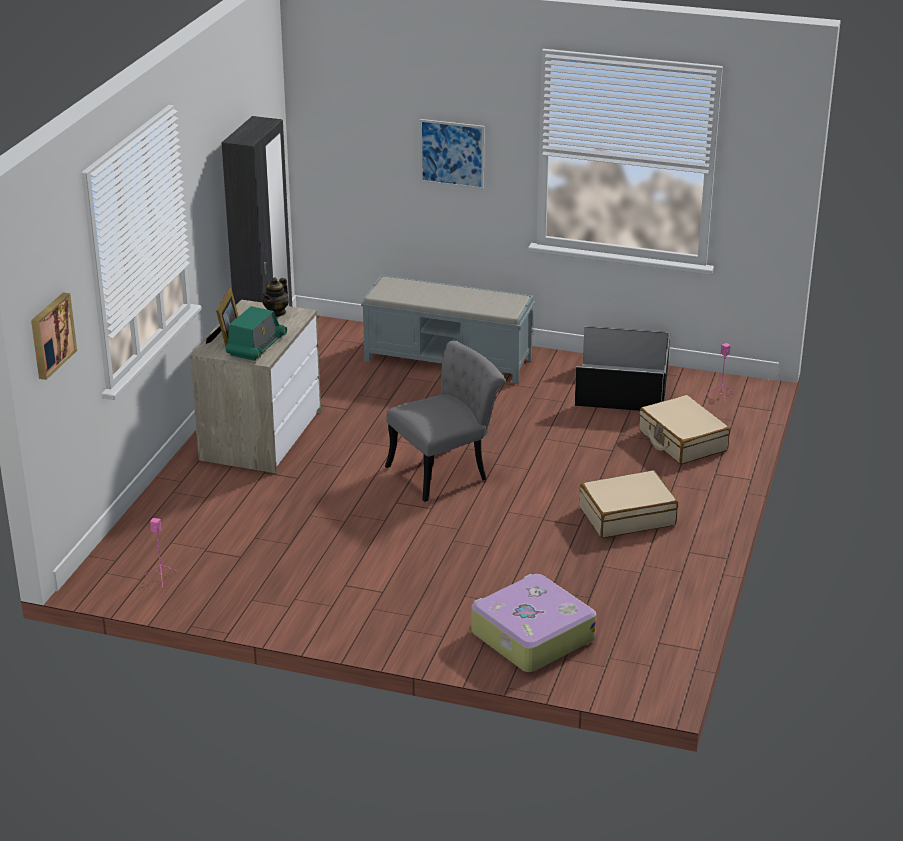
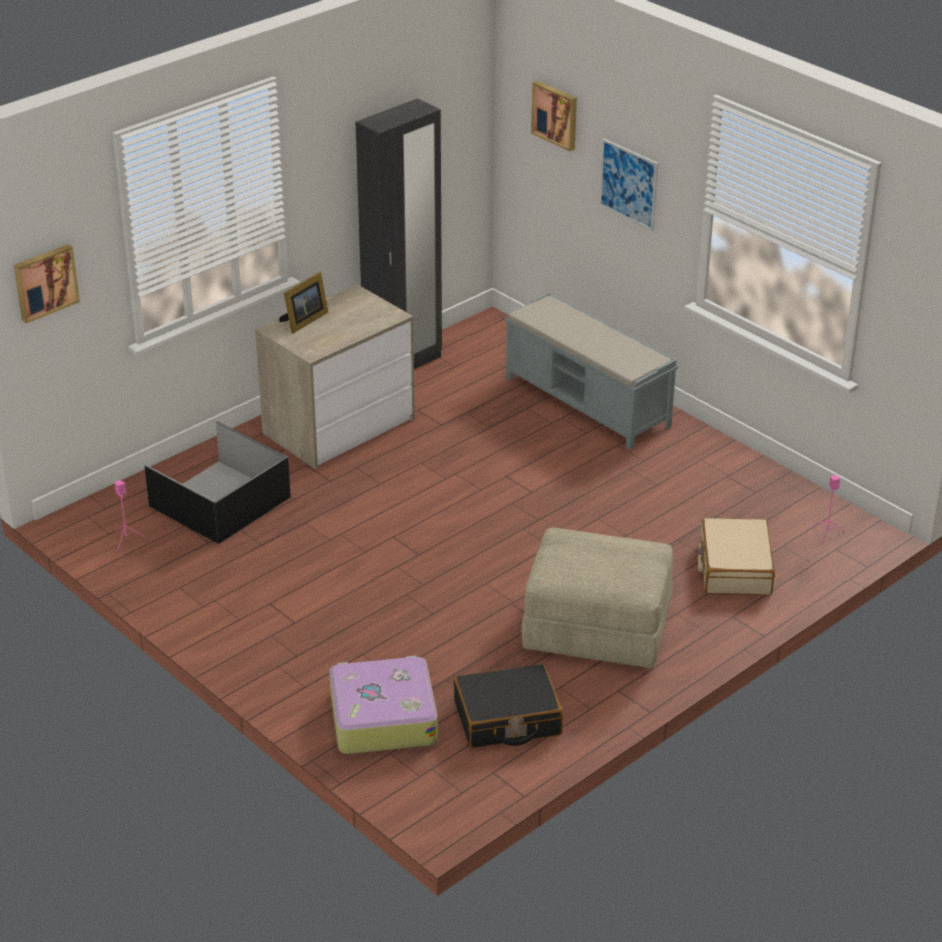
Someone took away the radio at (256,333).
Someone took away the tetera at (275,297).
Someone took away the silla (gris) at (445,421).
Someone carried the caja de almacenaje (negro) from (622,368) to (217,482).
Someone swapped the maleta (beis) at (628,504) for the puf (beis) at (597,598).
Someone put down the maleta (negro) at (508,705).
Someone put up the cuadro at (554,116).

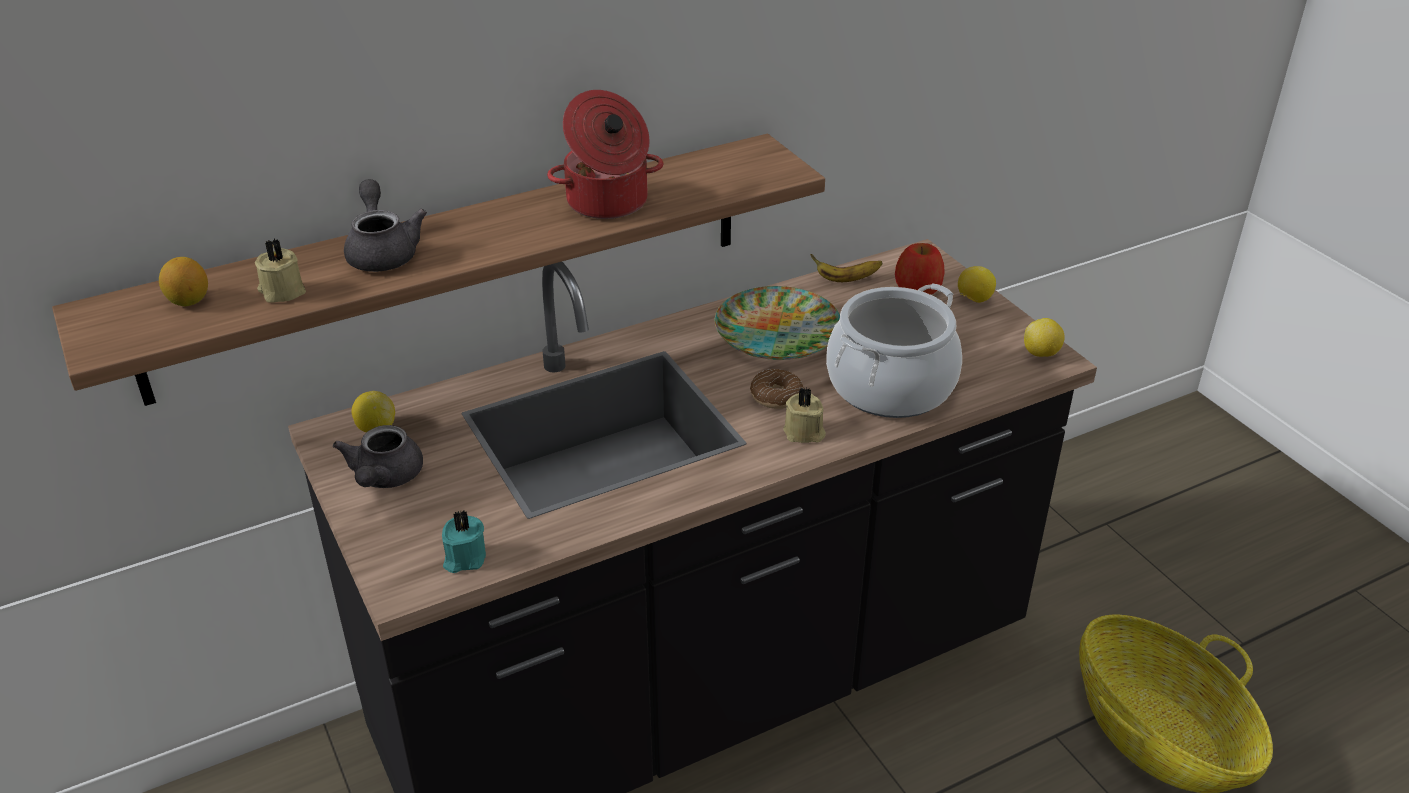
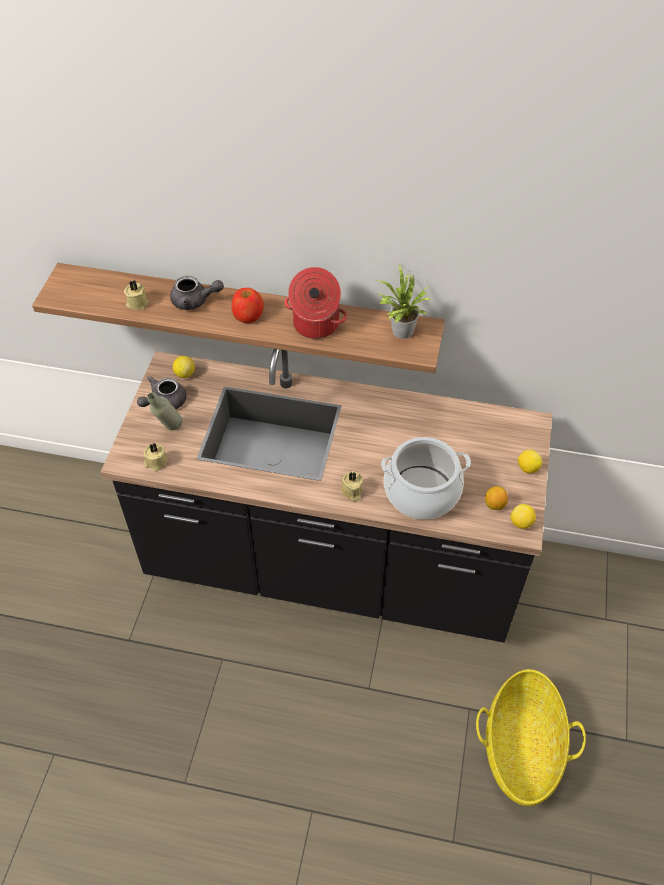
Someone carried the limón from (183,281) to (496,498).
Someone rotated the tetera (gris) at (385,225) by 75 degrees clockwise.
Someone repainted the vela (turquesa) at (464,541), which became the vela (beis) at (155,457).
Someone took away the plato at (777,323).
Someone took away the rosquilla at (777,389).
Someone took away the plátano at (846,268).
Someone carried the manzana from (919,269) to (248,305).
Someone put down the botella (gris) at (164,411).
Someone put down the planta en maceta at (404,302).

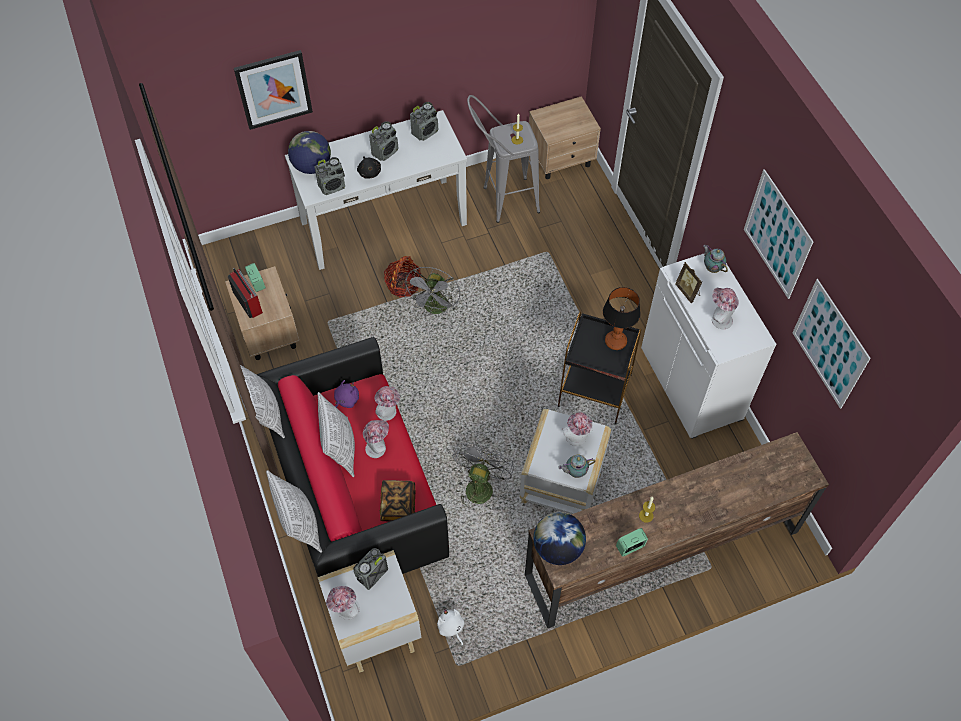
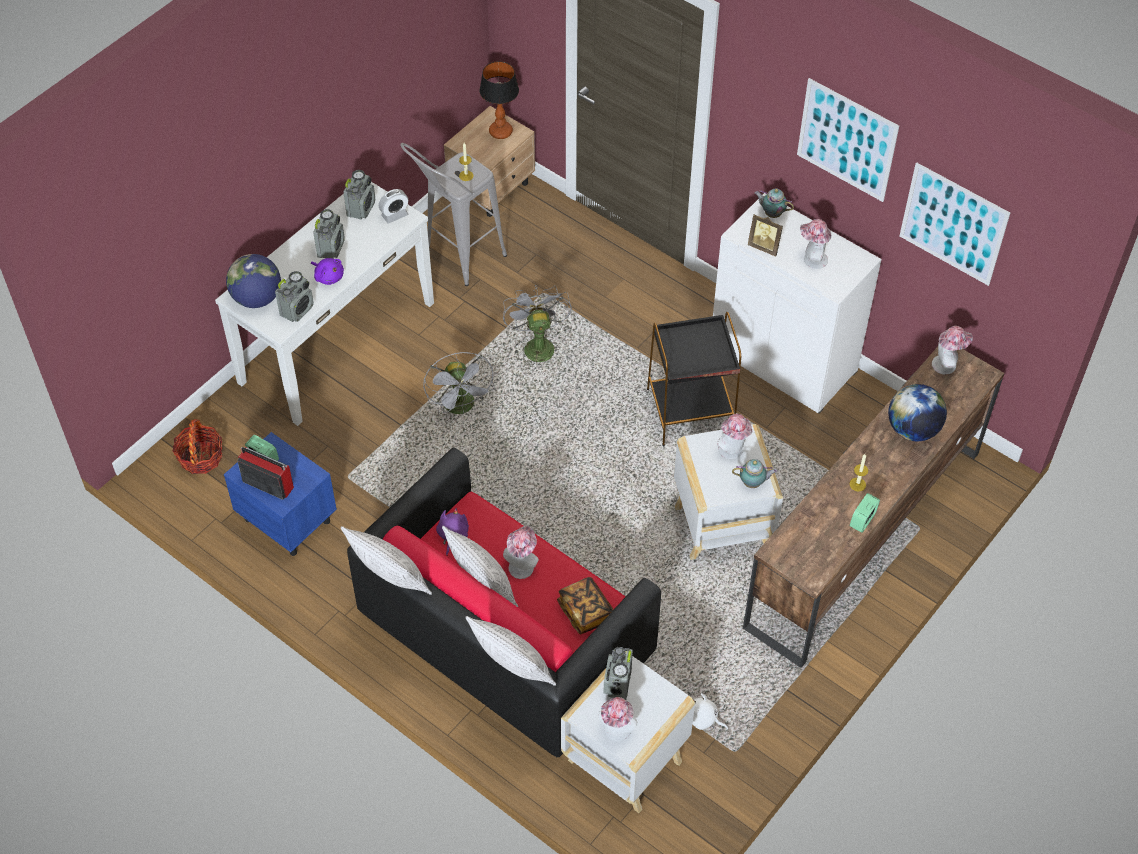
Someone repainted the mesita de noche (beis) at (262,313), which became the mesita de noche (azul) at (280,494).
Someone took away the cuadro at (273,90).
Someone repainted the peluche (negro) at (369,167), which became the peluche (morado) at (327,271).
Someone carried the sombrero from (387,403) to (952,350).
Someone carried the cesta from (402,277) to (197,446).
Someone carried the ventilador (gris) from (483,473) to (537,326).
Someone carried the globo terráqueo from (559,538) to (917,412).
Someone rotated the tetera at (577,466) by 135 degrees counterclockwise.
Someone carried the lámpara de mesa from (622,318) to (499,100).
Someone put down the despertador at (393,206).

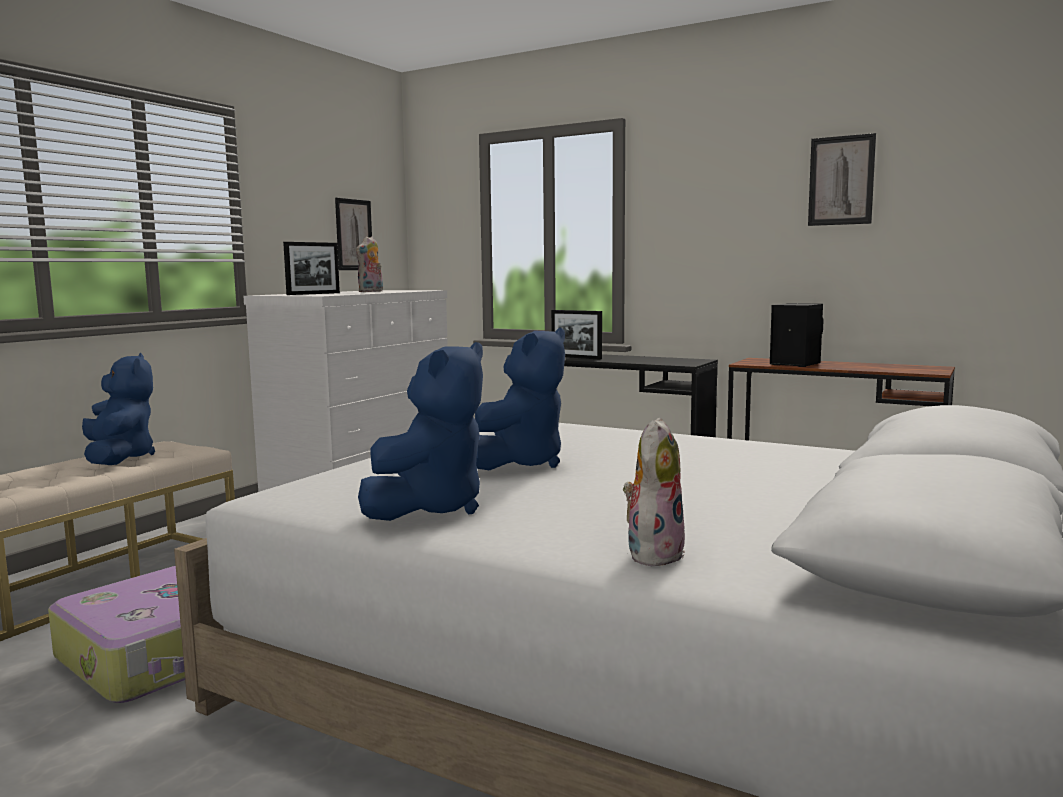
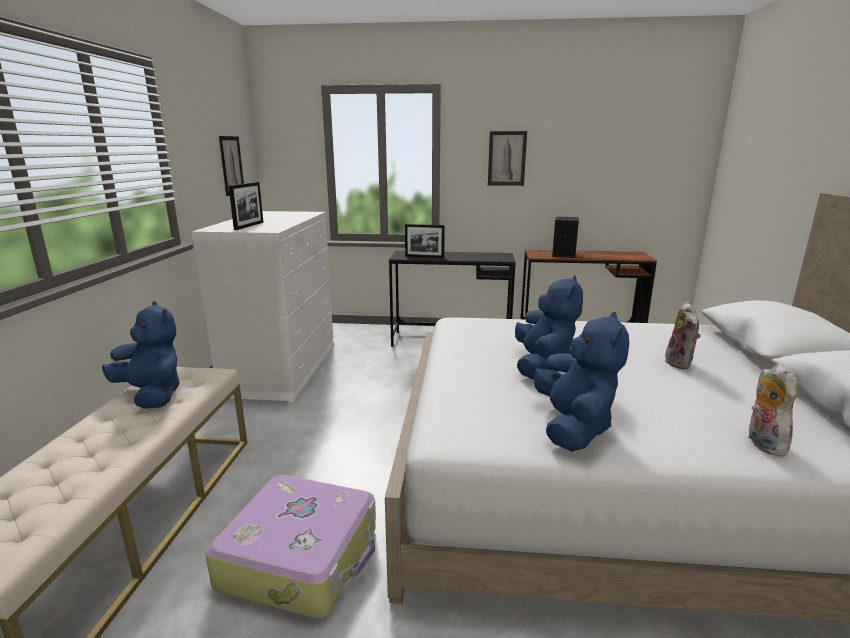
Someone carried the peluche from (369,264) to (682,335).
Someone carried the cuadro from (842,179) to (507,158).

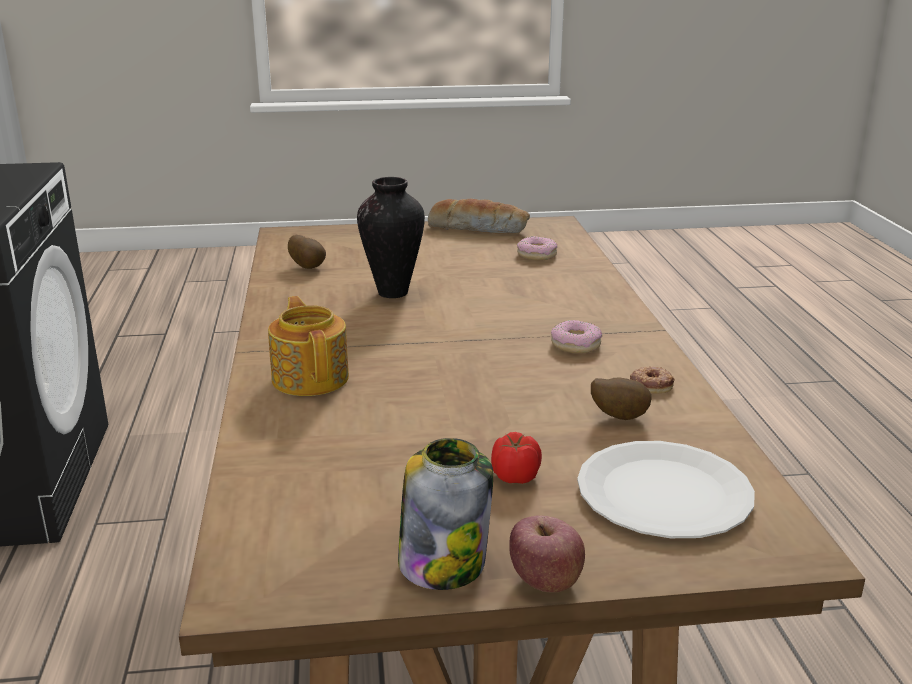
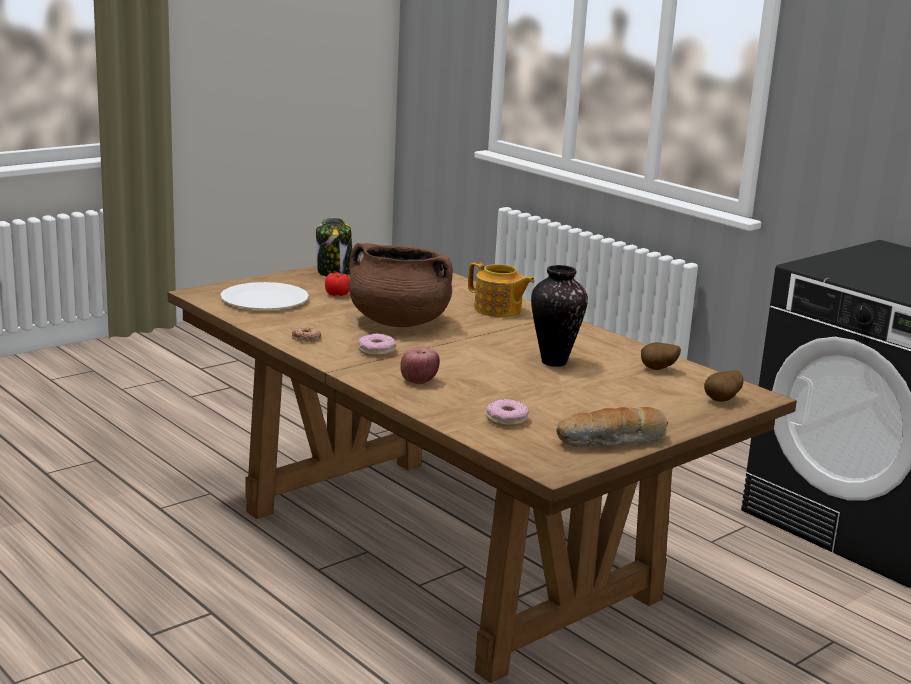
Someone carried the manzana from (547,554) to (420,365).
Someone carried the patata from (621,399) to (723,386).
Someone put down the olla (marrón) at (401,285).

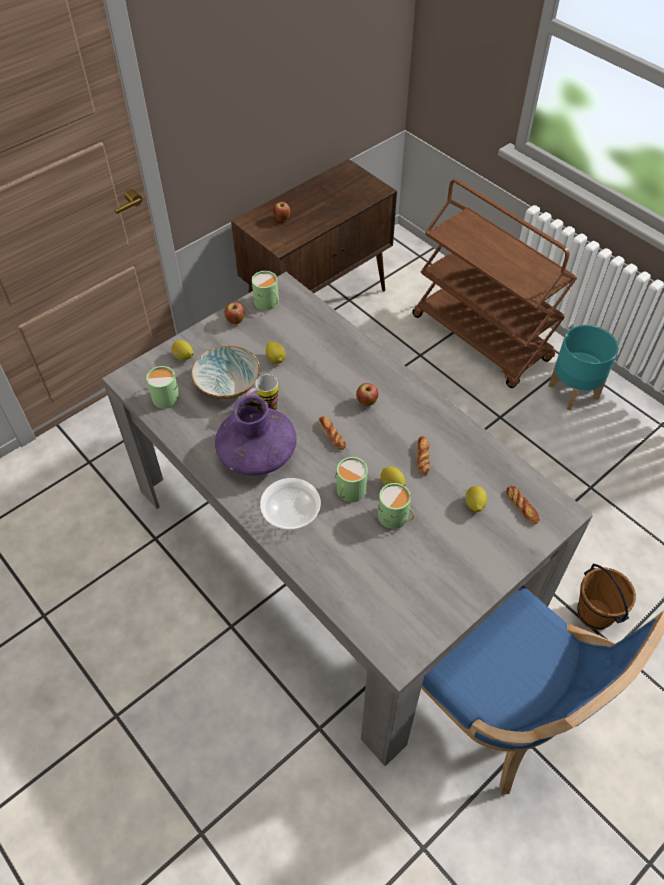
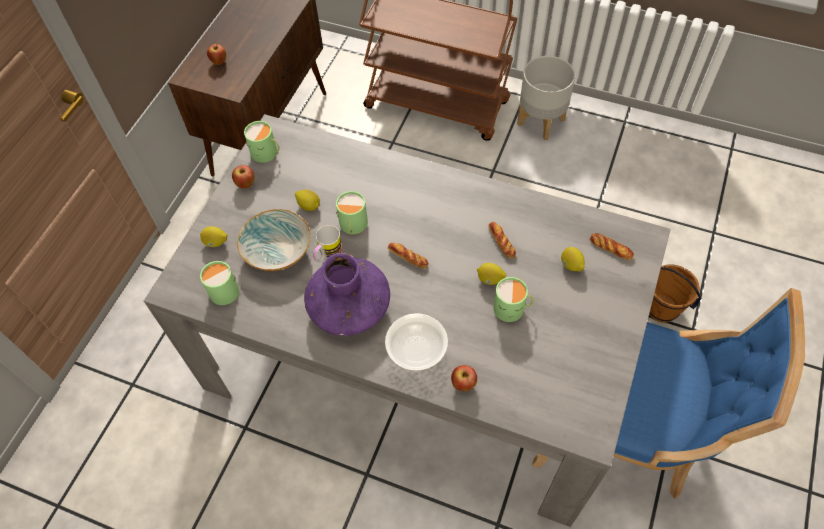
Someone carried the taza grande (verde) from (351,479) to (352,213).
Someone carried the manzana from (367,394) to (464,378).
Someone repainted the maceta (turquesa) at (583,367), which became the maceta (gris) at (546,98).

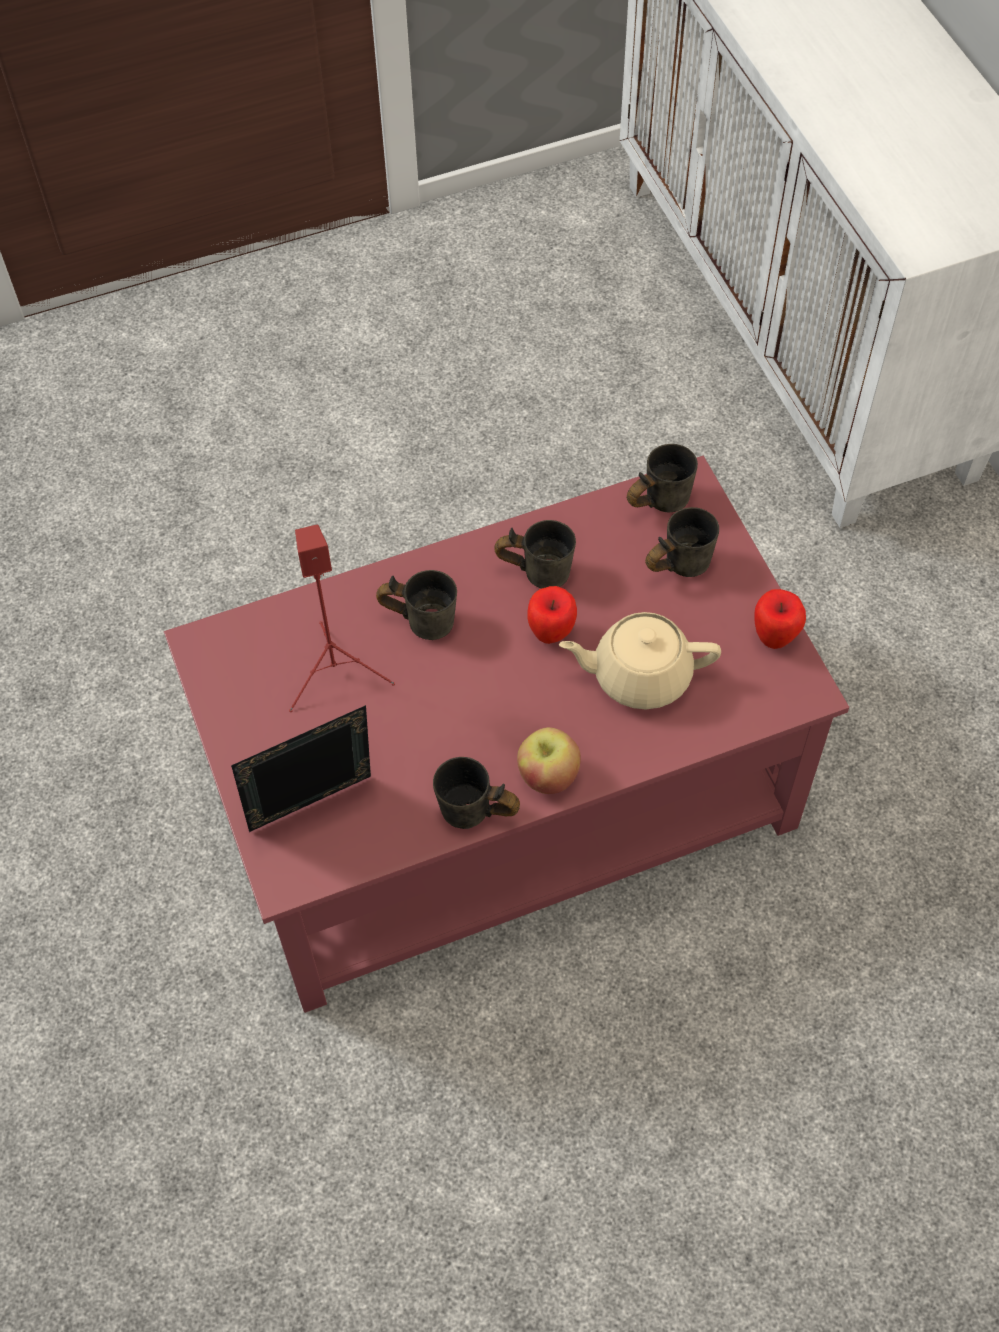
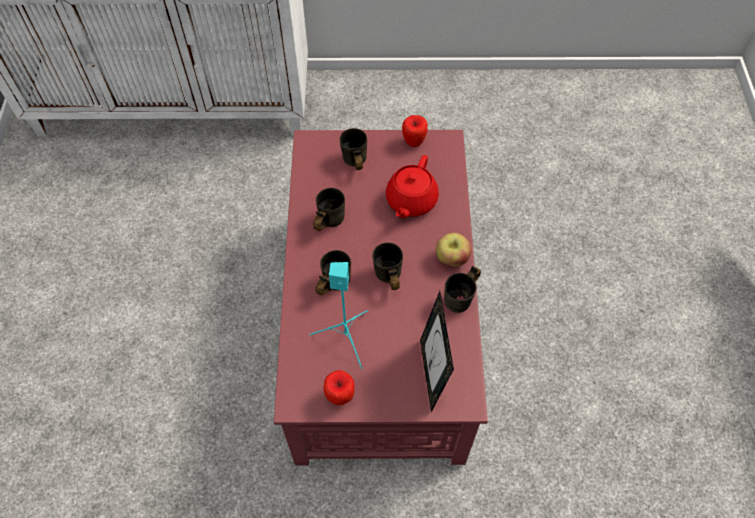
Someone repainted the altavoz (rojo) at (342,618), which became the altavoz (turquesa) at (338,315).
Someone carried the manzana from (552,615) to (339,387).
Someone repainted the tetera (beis) at (640,660), which became the tetera (rojo) at (412,186).
Someone carried the taza grande (gris) from (662,478) to (387,266).

